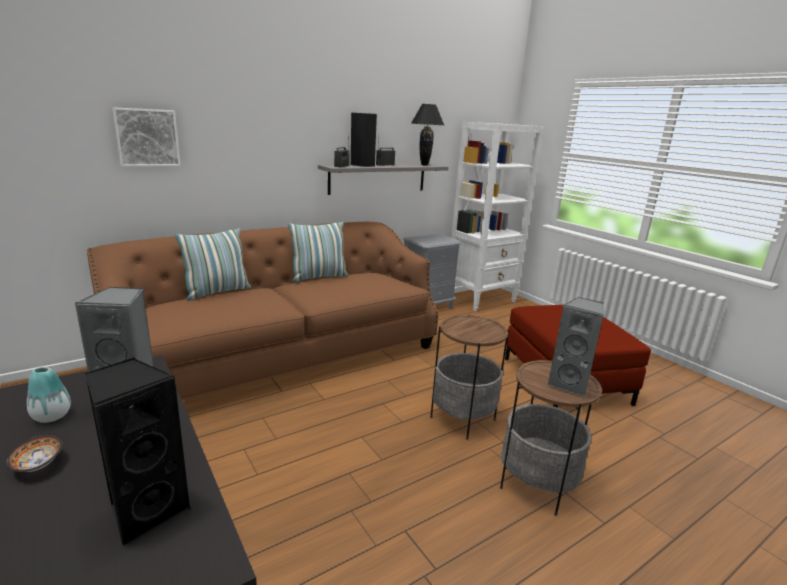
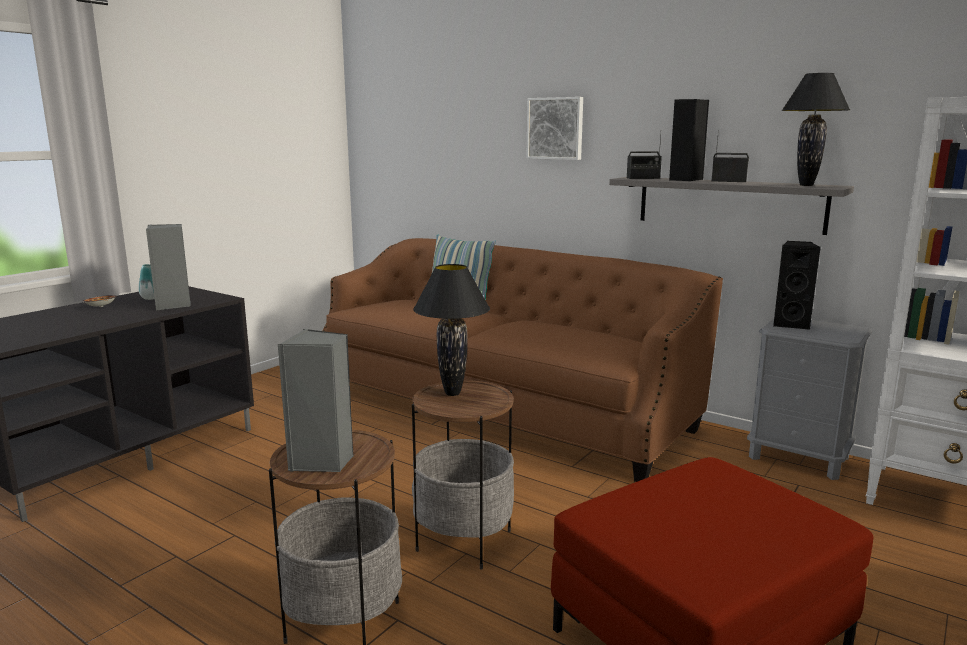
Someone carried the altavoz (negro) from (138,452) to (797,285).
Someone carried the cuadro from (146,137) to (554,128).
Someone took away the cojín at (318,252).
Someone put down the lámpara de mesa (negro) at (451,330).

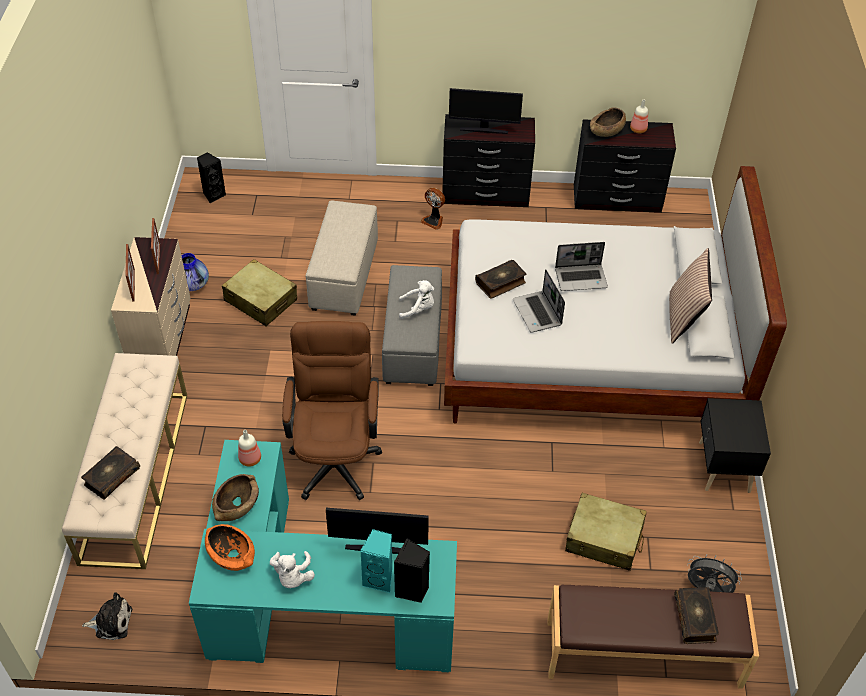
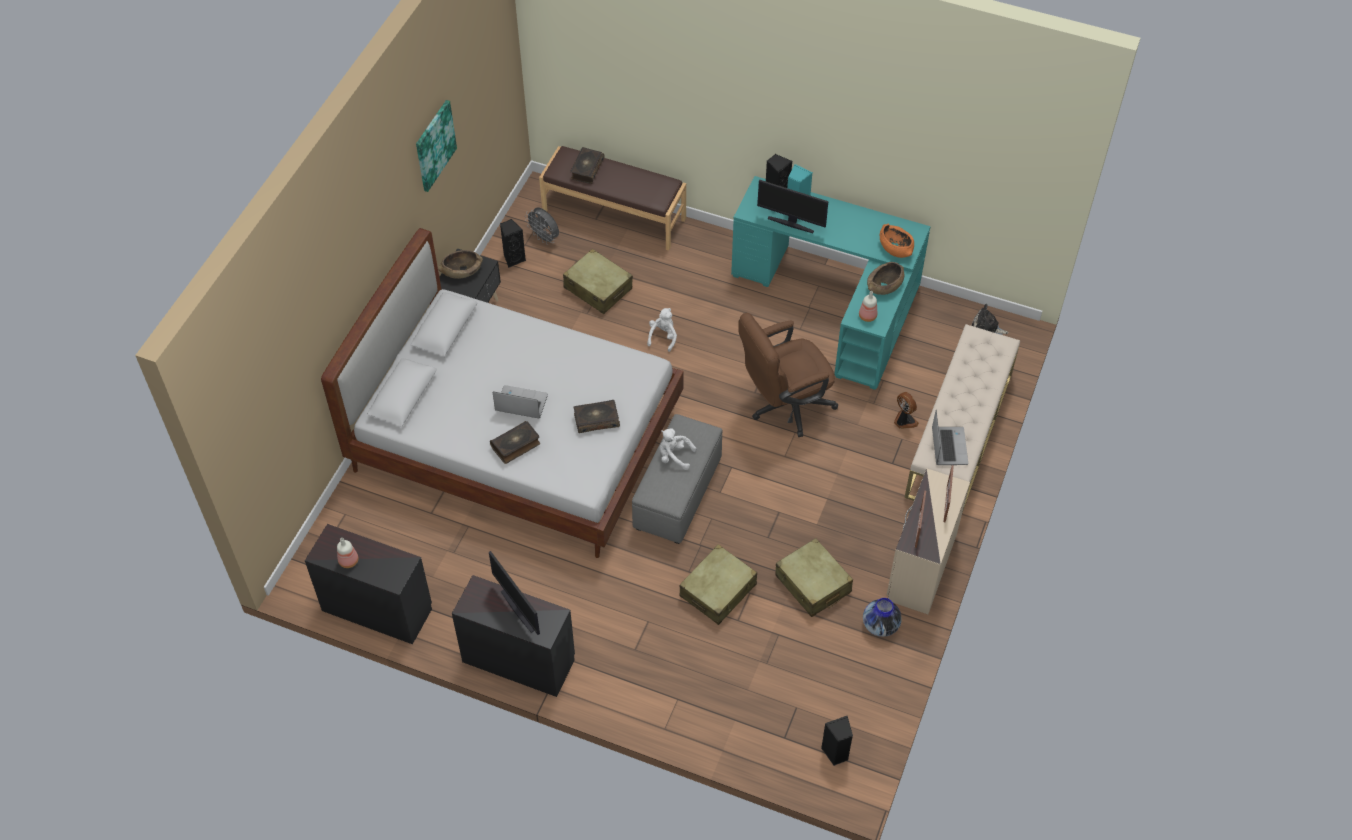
Someone carried the libro from (110,473) to (515,442).
Someone carried the peluche (blanco) from (292,569) to (662,330).
Someone rotated the silla de oficina (marrón) at (332,410) by 45 degrees clockwise.
Someone swapped the puf (beis) at (342,258) for the maleta (beis) at (718,584).
Someone carried the ventilador from (432,209) to (906,410).
Someone rotated the monitor at (486,111) by 150 degrees counterclockwise.
Someone carried the portátil from (539,301) to (950,437).
Someone carried the cuenco (marrón) from (608,122) to (460,264).
Someone took away the cojín at (690,296).
Someone put up the cuadro at (436,146).
Someone put down the altavoz (negro) at (513,243).

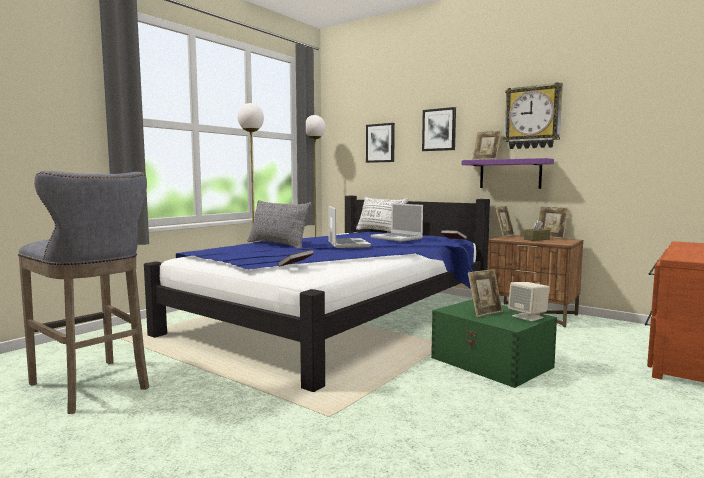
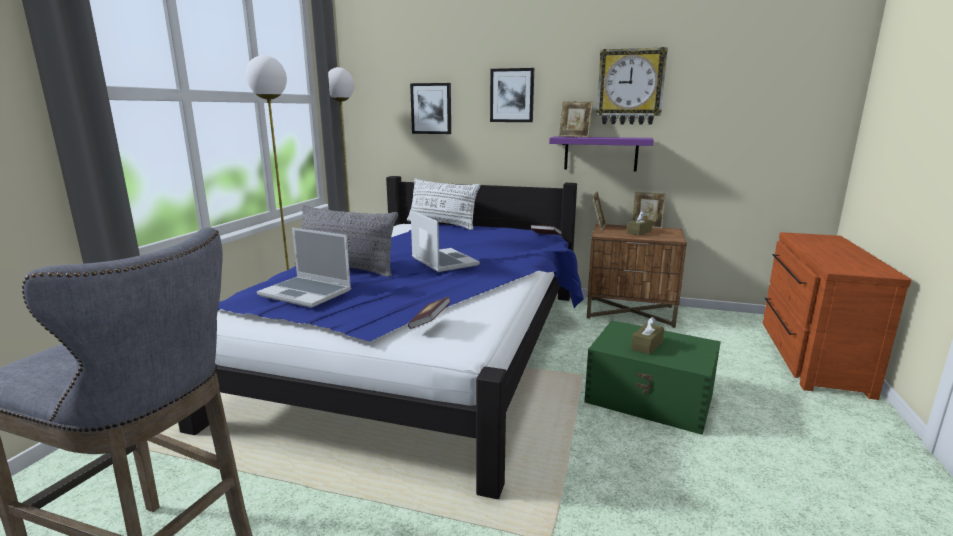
Someone carried the portátil from (397,222) to (304,267).
Someone swapped the portarretratos at (485,293) for the caja de pañuelos (marrón) at (647,336).
Someone took away the altavoz (beis) at (528,302).

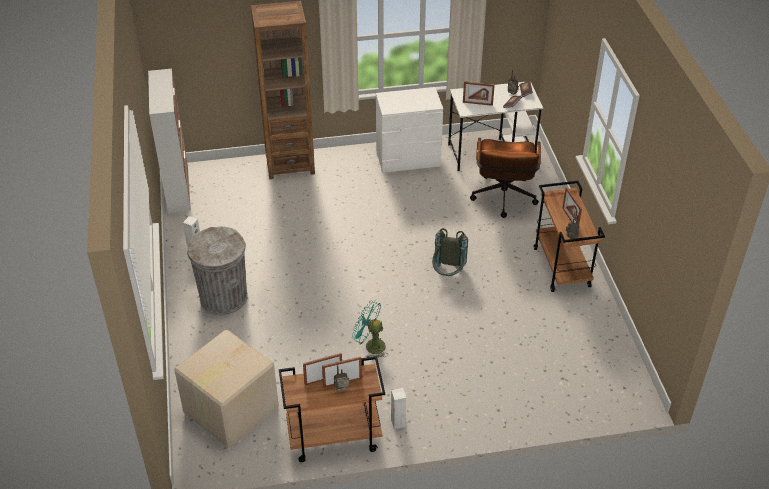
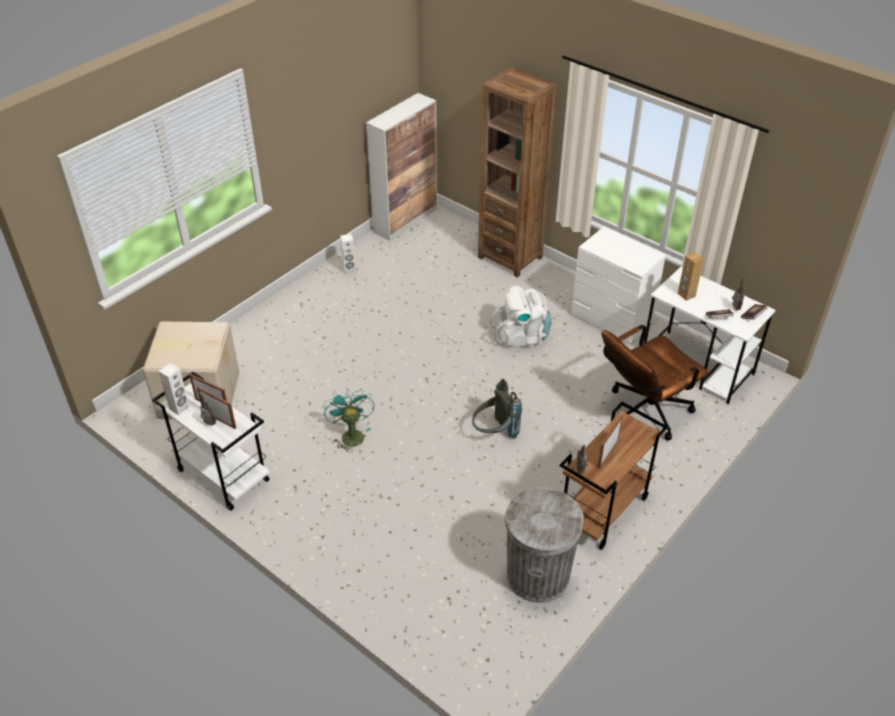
Someone carried the papelera (gris) from (217,271) to (544,545).
Someone repainted the carrito (marrón) at (332,409), which became the carrito (blanco) at (211,441).
Someone carried the altavoz (blanco) from (398,408) to (174,389).
Someone swapped the portarretratos at (479,93) for the altavoz (marrón) at (691,276).
Someone put down the mochila (blanco) at (521,317).

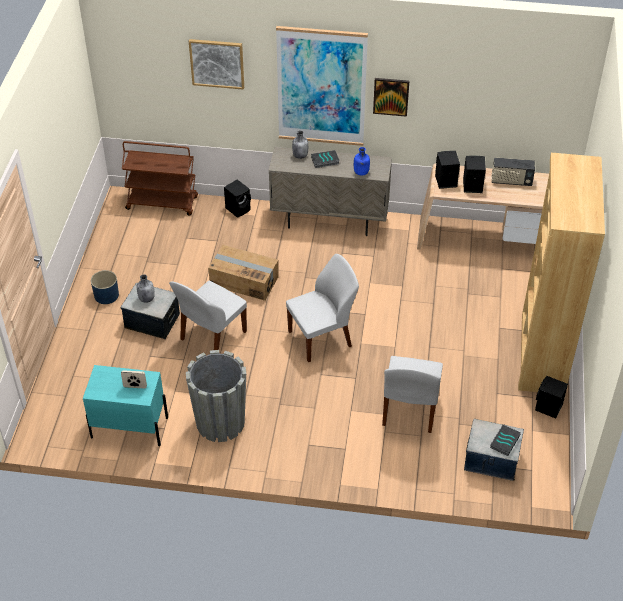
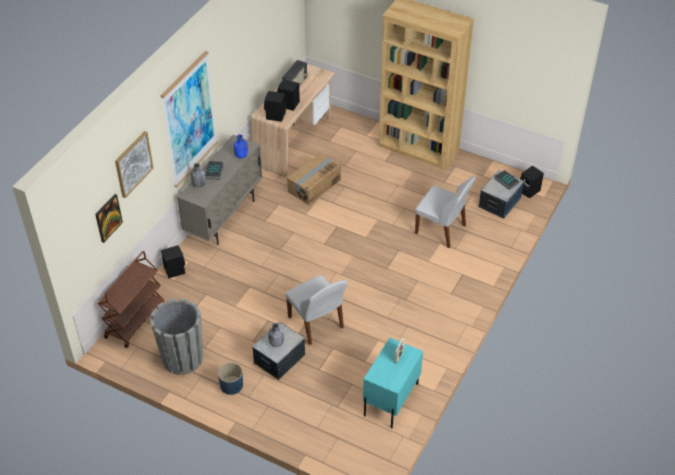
Someone carried the maceta (gris) from (216,396) to (176,336).
Someone carried the caja de cartón from (243,273) to (314,179).
Someone took away the silla (blanco) at (322,308).
Someone carried the cuadro from (391,97) to (109,218).
Someone carried the altavoz (negro) from (551,397) to (532,182).

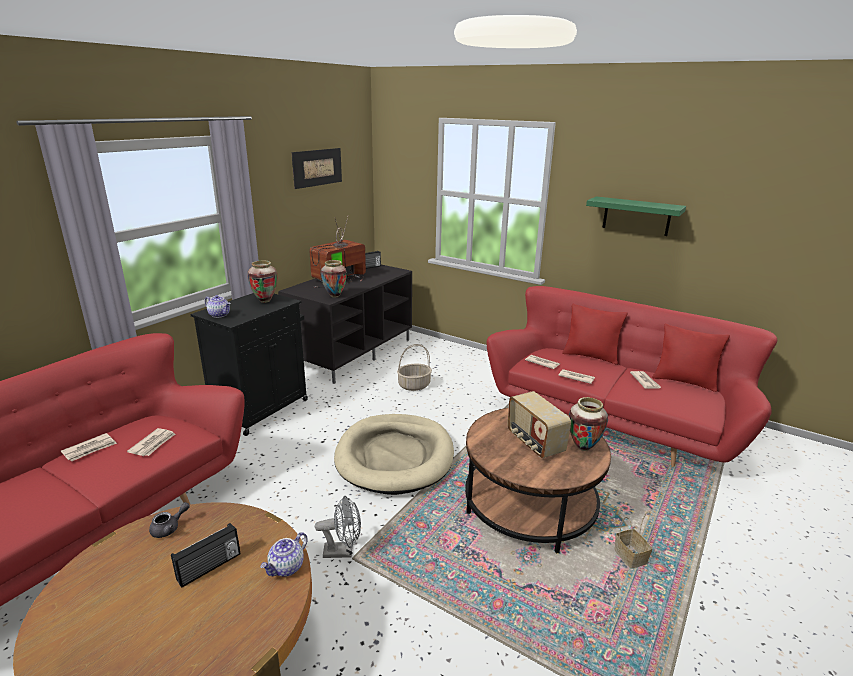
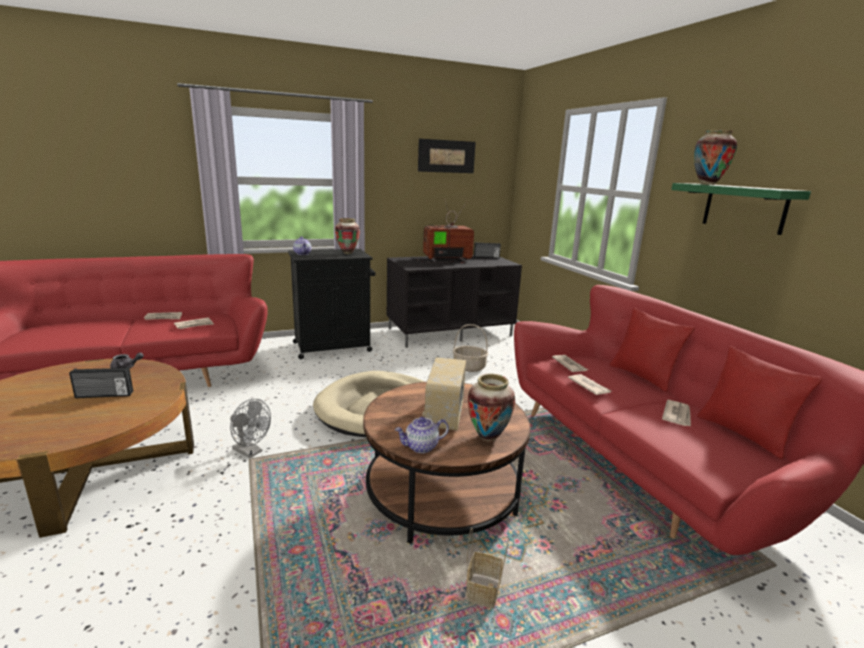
Someone carried the tetera from (284,554) to (422,435).
Someone carried the florero from (334,279) to (715,157).

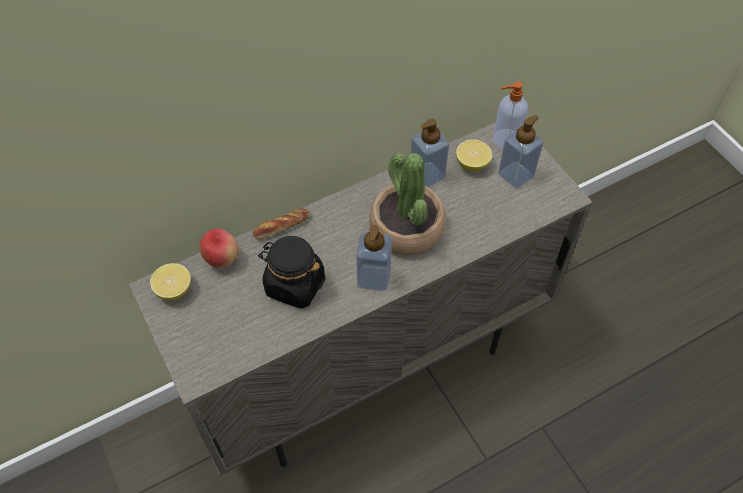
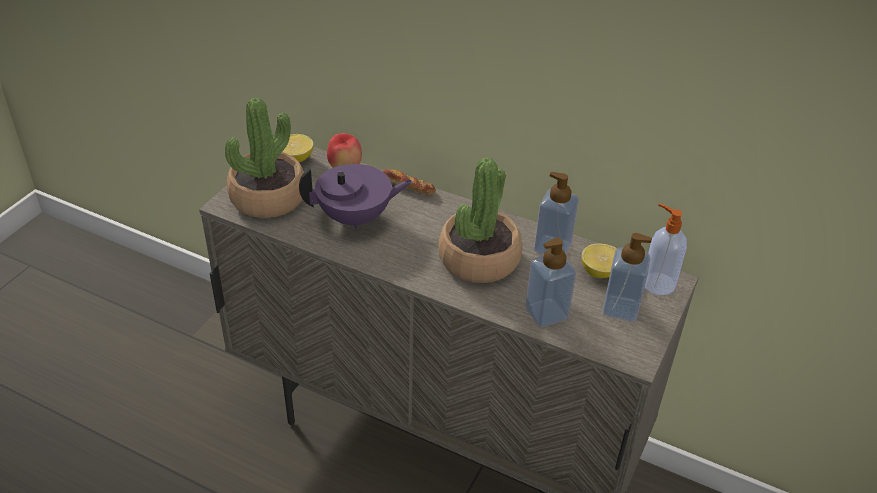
Someone swapped the tarro (negro) at (292,272) for the tetera (morado) at (356,197).
Someone carried the dispensador de jabón from (374,258) to (550,282).
Someone put down the planta en maceta at (264,158).

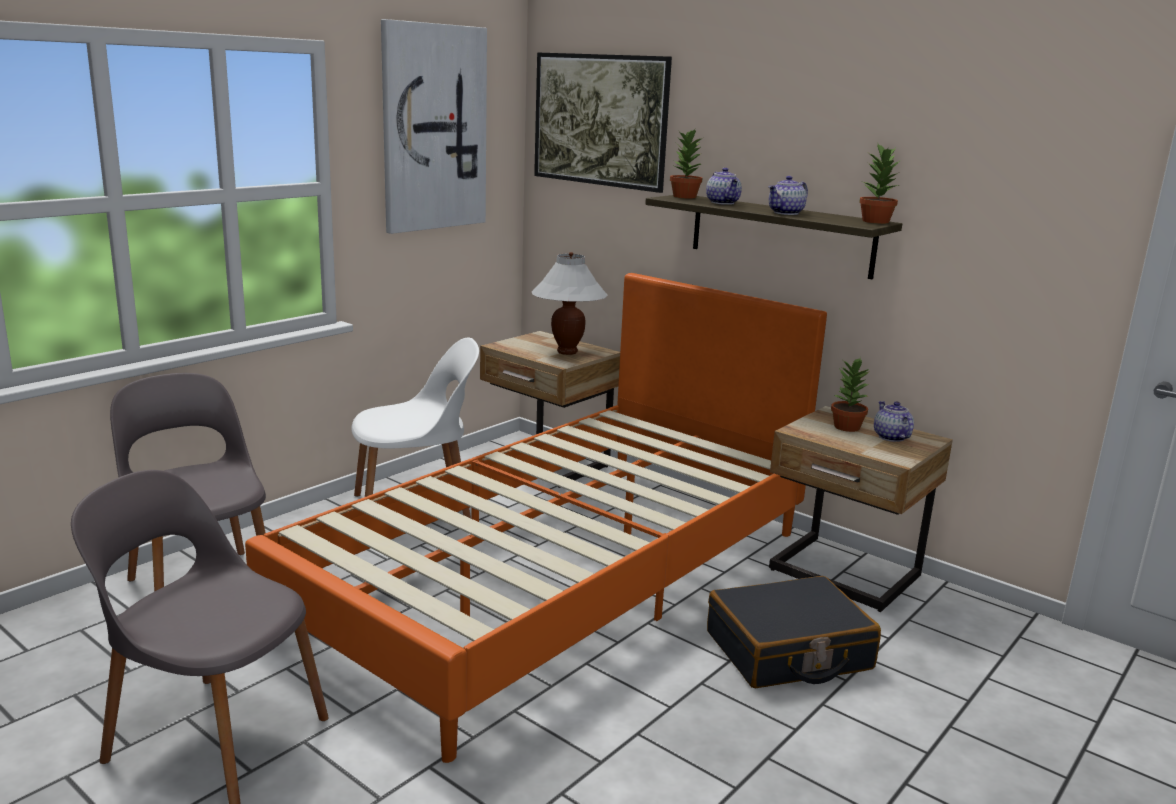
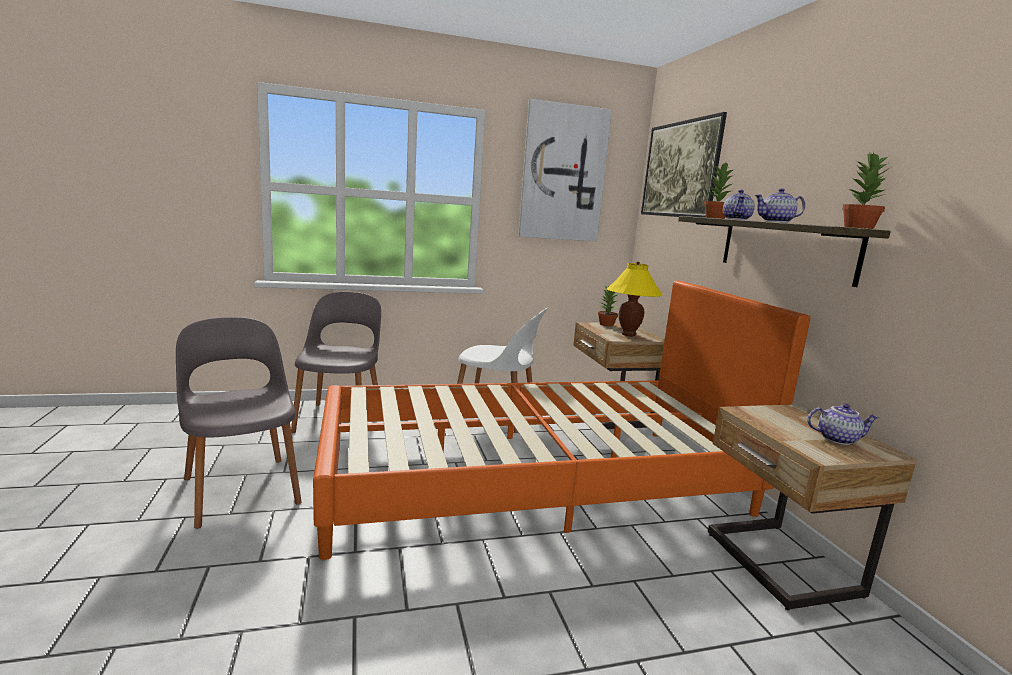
Someone repainted the lámpara de mesa (blanco) at (569,303), which became the lámpara de mesa (amarillo) at (634,298).
Someone took away the maleta (negro) at (794,632).
Someone carried the planta en maceta from (850,394) to (608,306).
Someone rotated the tetera at (894,421) by 75 degrees clockwise.

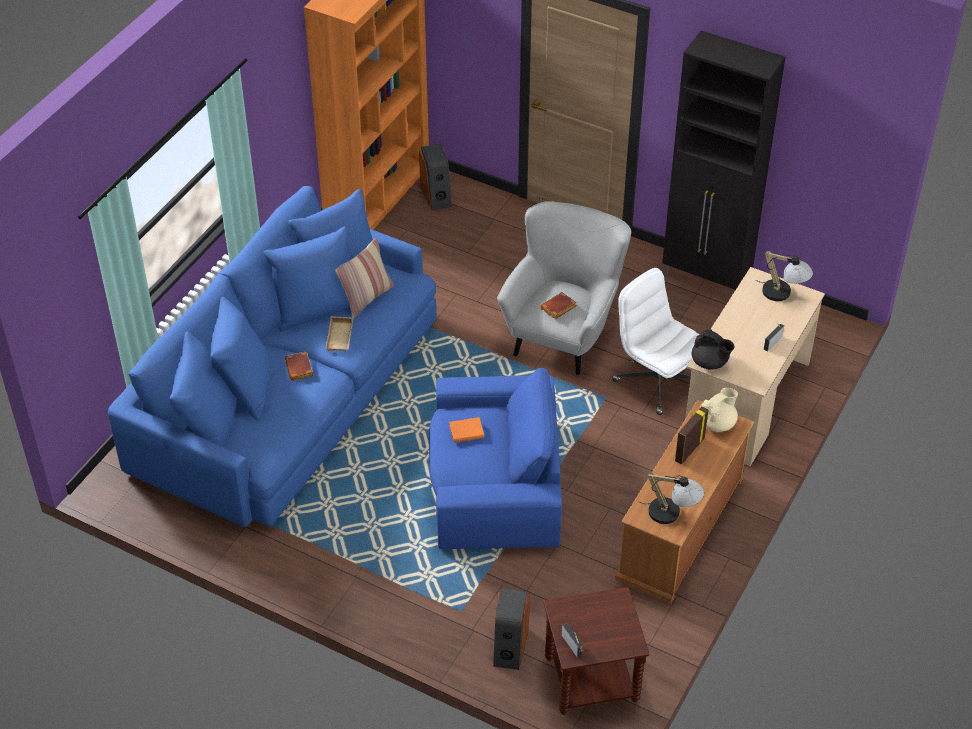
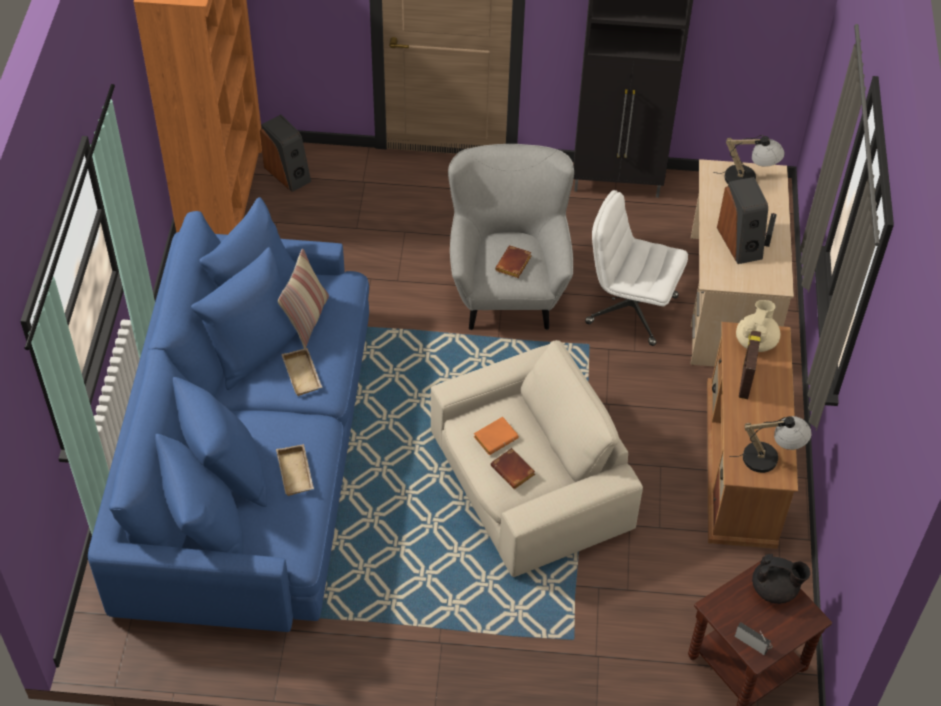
Someone carried the libro (marrón) from (299,366) to (513,468).
Someone repainted the sillón (azul) at (495,458), which became the sillón (beis) at (537,458).
Someone carried the altavoz from (511,629) to (742,220).
Someone carried the tetera (negro) from (713,349) to (781,579).
Someone put down the bandeja (beis) at (295,470).

